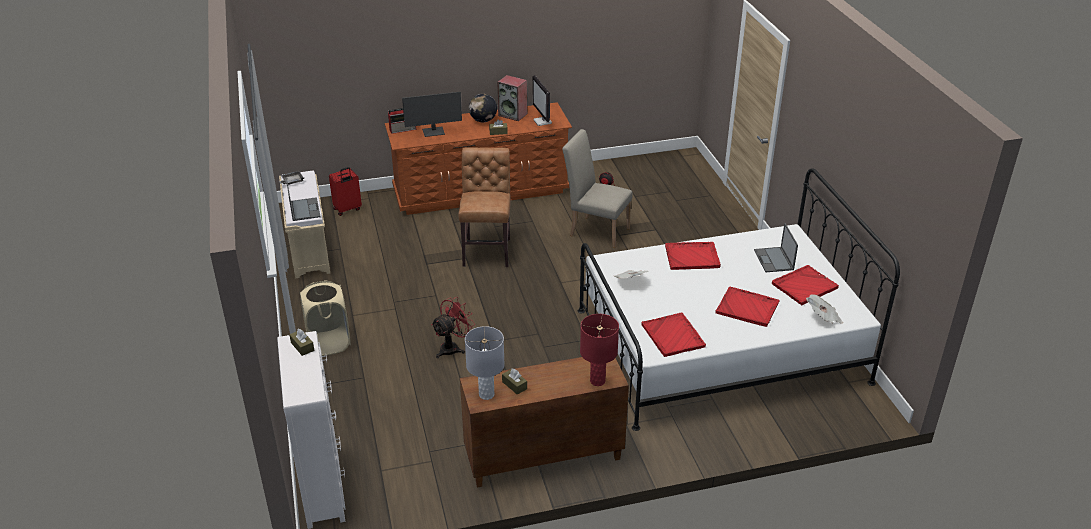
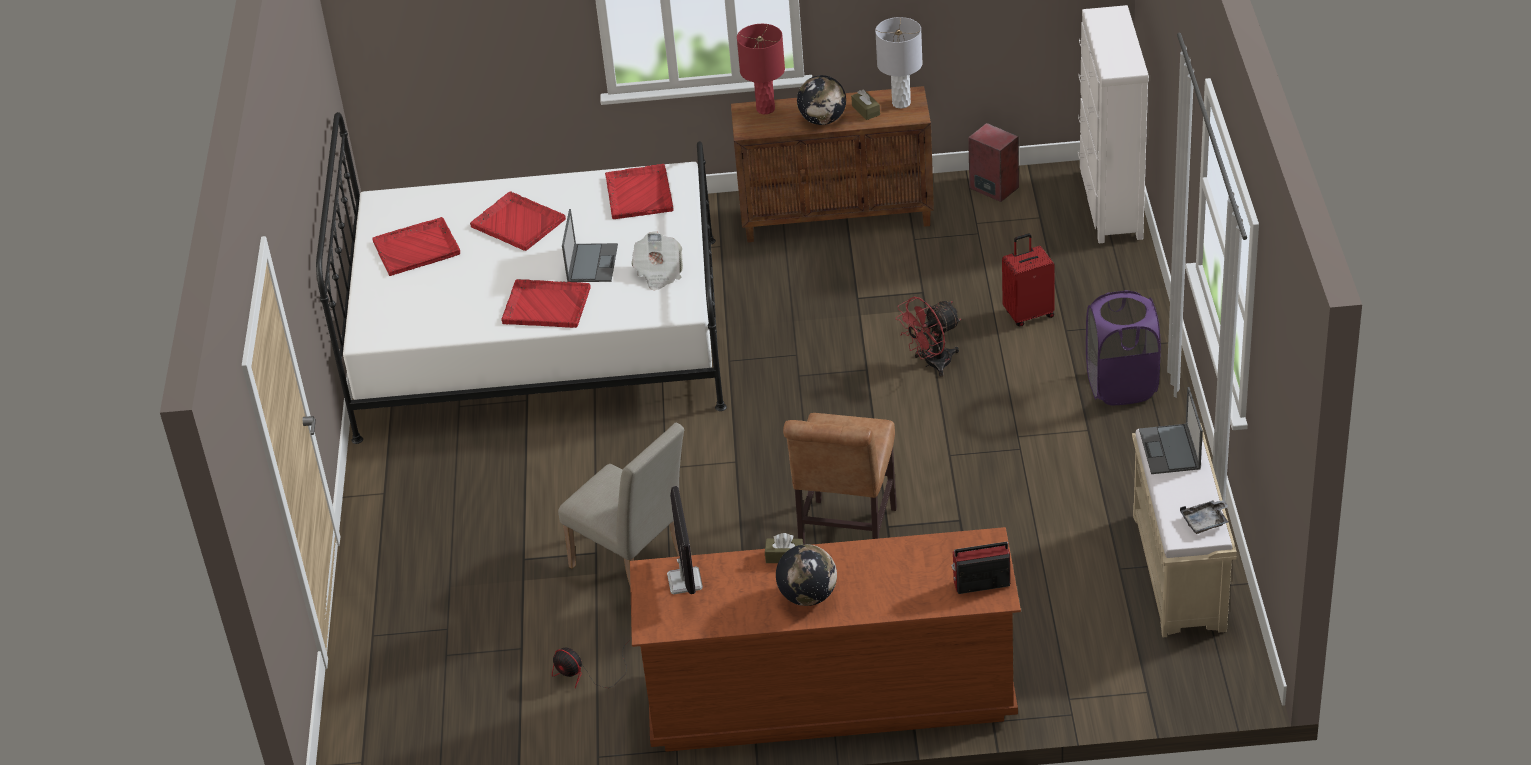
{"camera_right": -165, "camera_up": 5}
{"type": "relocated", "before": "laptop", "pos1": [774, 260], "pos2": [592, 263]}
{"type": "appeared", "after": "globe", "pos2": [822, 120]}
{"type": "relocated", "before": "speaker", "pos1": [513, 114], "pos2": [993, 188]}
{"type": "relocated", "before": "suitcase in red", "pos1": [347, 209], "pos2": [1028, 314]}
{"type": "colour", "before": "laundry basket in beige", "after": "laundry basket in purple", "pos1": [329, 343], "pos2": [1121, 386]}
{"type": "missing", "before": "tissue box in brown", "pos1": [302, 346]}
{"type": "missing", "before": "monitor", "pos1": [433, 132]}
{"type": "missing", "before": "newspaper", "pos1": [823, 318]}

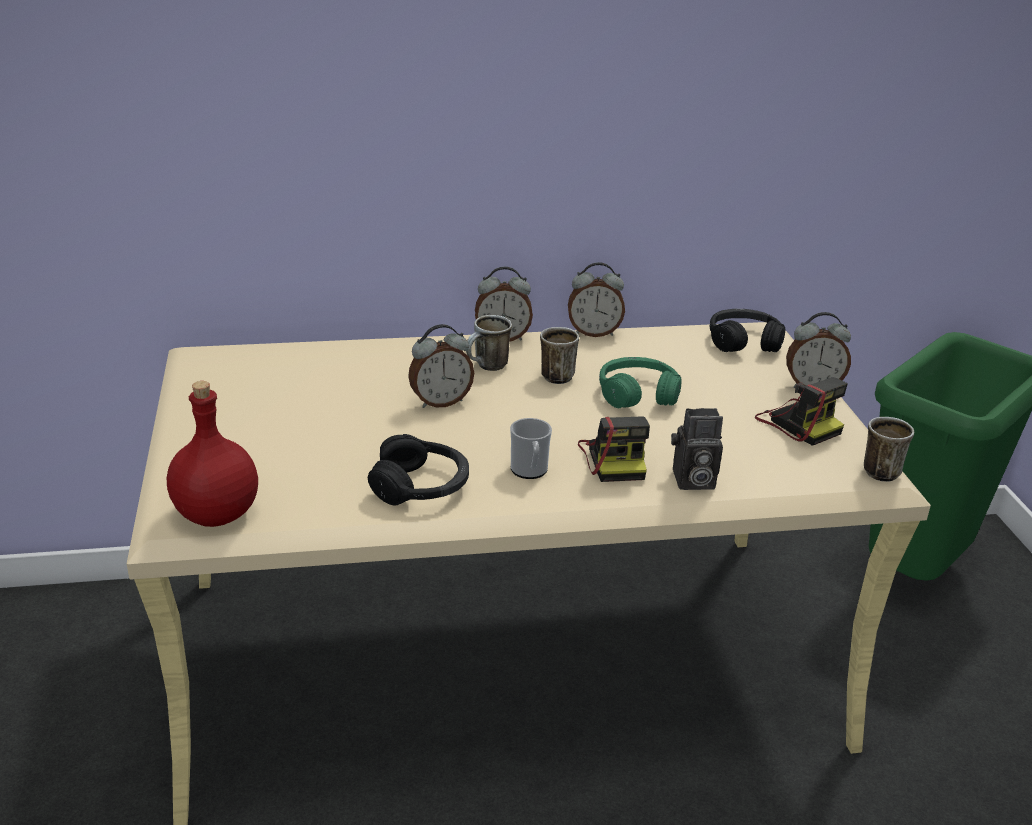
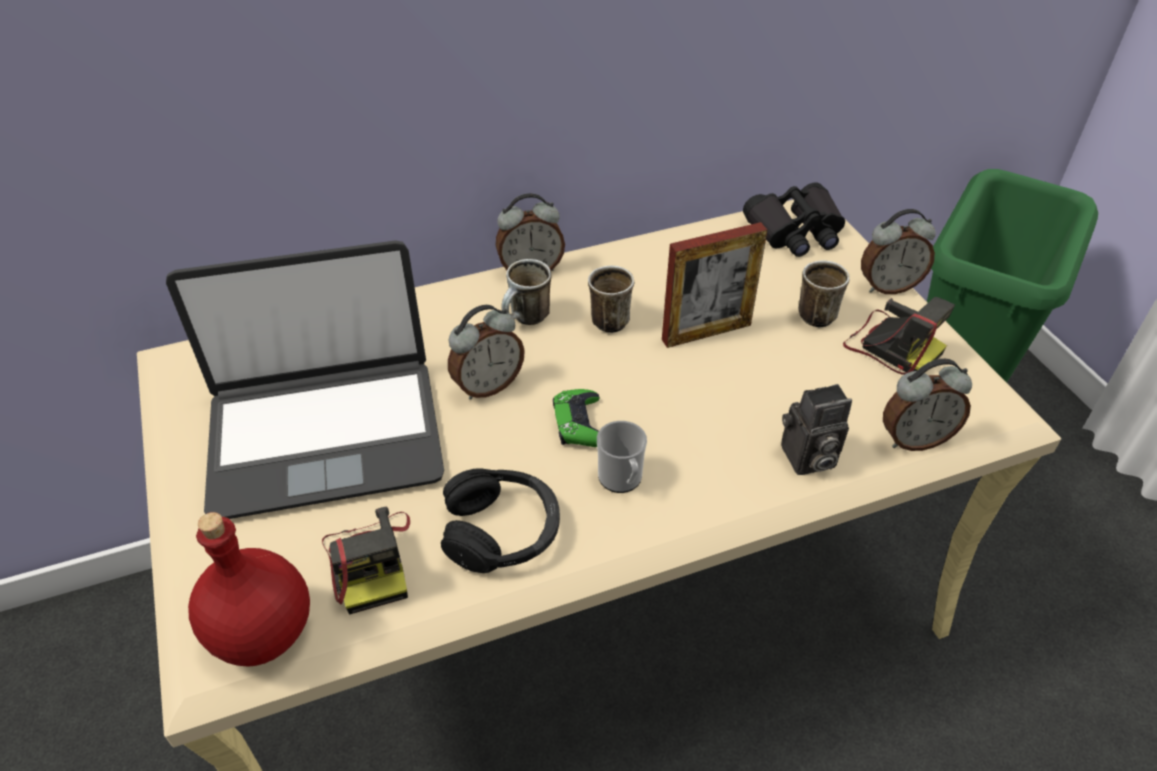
{"camera_right": -10, "camera_up": 15}
{"type": "appeared", "after": "laptop", "pos2": [325, 436]}
{"type": "relocated", "before": "photo camera", "pos1": [615, 459], "pos2": [371, 561]}
{"type": "appeared", "after": "game controller in green", "pos2": [580, 424]}
{"type": "exchanged", "before": "headphones in green", "after": "picture frame", "pos1": [637, 394], "pos2": [706, 332]}
{"type": "exchanged", "before": "headphones in black", "after": "binoculars in black", "pos1": [744, 342], "pos2": [795, 231]}
{"type": "relocated", "before": "mug", "pos1": [878, 469], "pos2": [813, 312]}
{"type": "relocated", "before": "alarm clock", "pos1": [594, 333], "pos2": [914, 439]}

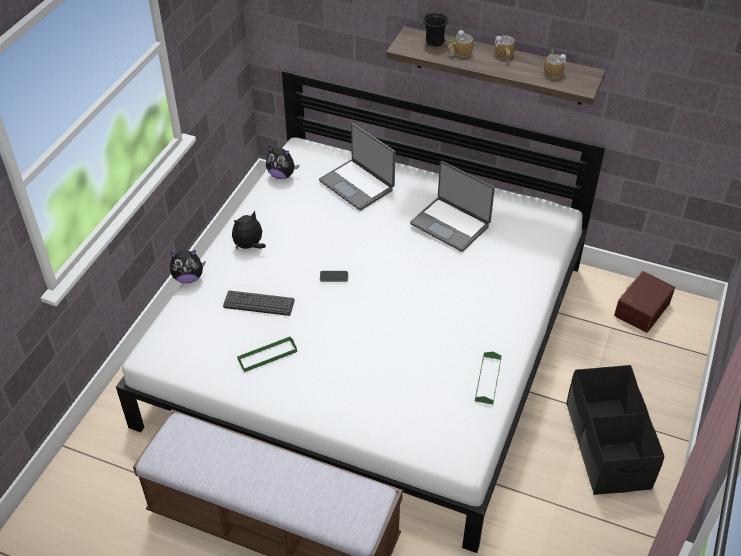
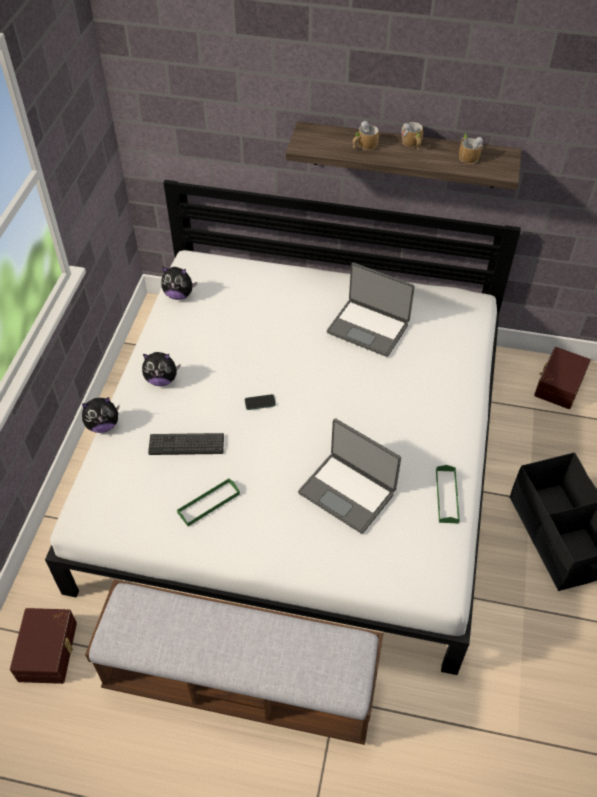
{"camera_right": -10, "camera_up": 5}
{"type": "appeared", "after": "storage box in brown", "pos2": [49, 651]}
{"type": "spun", "before": "plush toy", "pos1": [249, 246], "pos2": [162, 380], "turn": -135}
{"type": "relocated", "before": "laptop", "pos1": [357, 185], "pos2": [348, 492]}
{"type": "missing", "before": "mug in black", "pos1": [434, 41]}

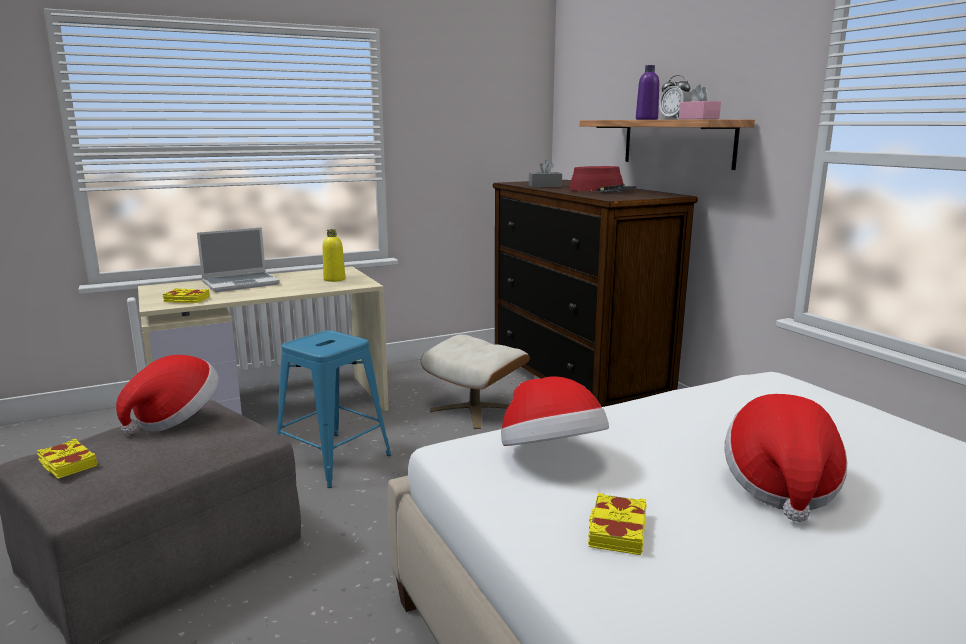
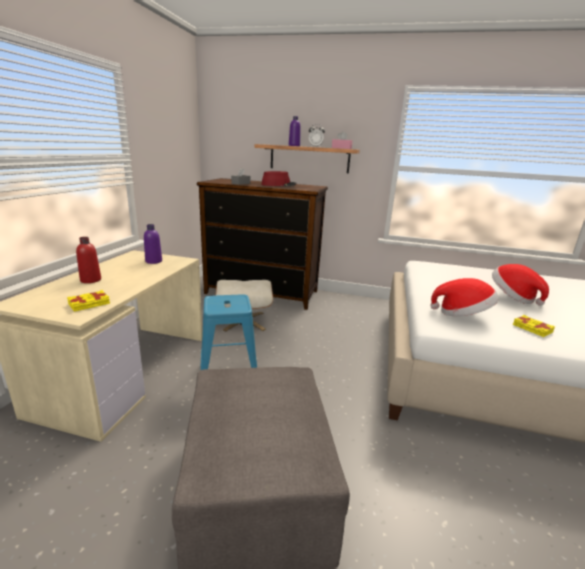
{"camera_right": -50, "camera_up": 5}
{"type": "exchanged", "before": "laptop", "after": "bottle in red", "pos1": [241, 283], "pos2": [91, 280]}
{"type": "colour", "before": "bottle in yellow", "after": "bottle in purple", "pos1": [334, 279], "pos2": [153, 261]}
{"type": "missing", "before": "book in yellow", "pos1": [67, 464]}
{"type": "missing", "before": "hat", "pos1": [175, 419]}

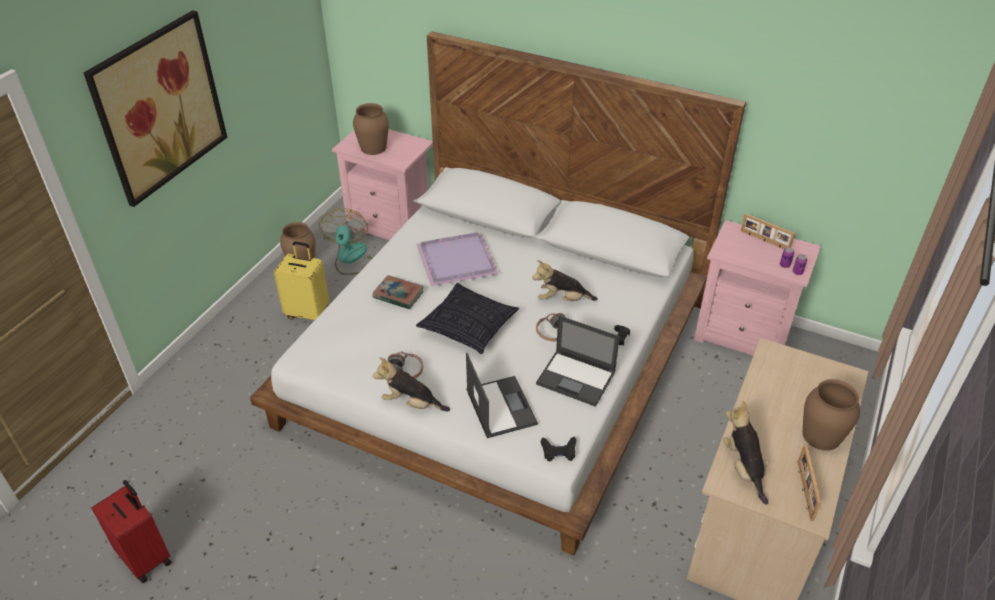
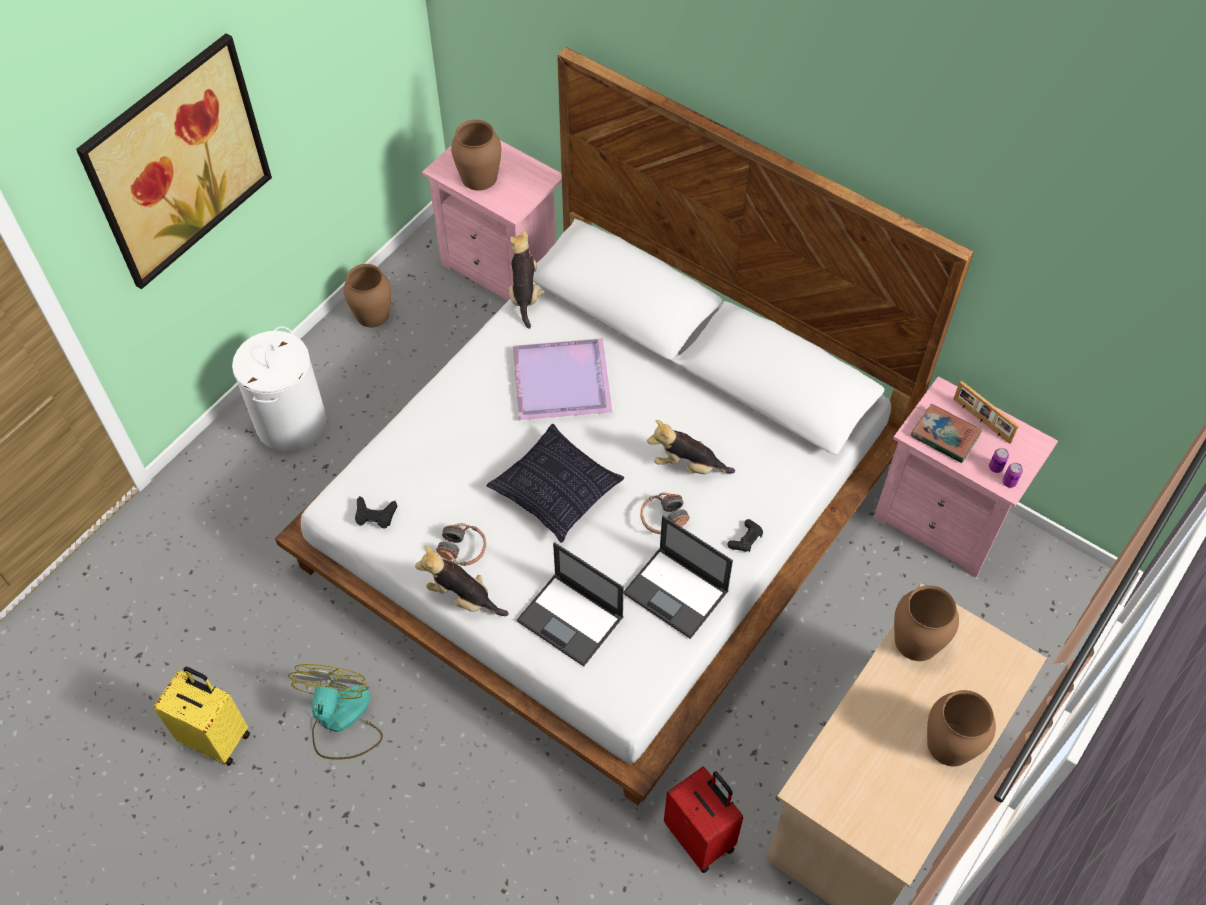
{"camera_right": 10, "camera_up": 15}
{"type": "relocated", "before": "suitcase in yellow", "pos1": [308, 313], "pos2": [217, 737]}
{"type": "appeared", "after": "laundry basket in white", "pos2": [291, 423]}
{"type": "relocated", "before": "fan", "pos1": [351, 259], "pos2": [341, 721]}
{"type": "relocated", "before": "game controller in black", "pos1": [559, 451], "pos2": [375, 515]}
{"type": "relocated", "before": "plush toy", "pos1": [743, 468], "pos2": [525, 294]}
{"type": "spun", "before": "laptop", "pos1": [500, 406], "pos2": [571, 619], "turn": 135}
{"type": "relocated", "before": "suitcase in red", "pos1": [146, 557], "pos2": [701, 836]}
{"type": "appeared", "after": "vase in brown", "pos2": [916, 641]}
{"type": "relocated", "before": "book", "pos1": [398, 295], "pos2": [945, 436]}
{"type": "missing", "before": "picture frame", "pos1": [804, 490]}

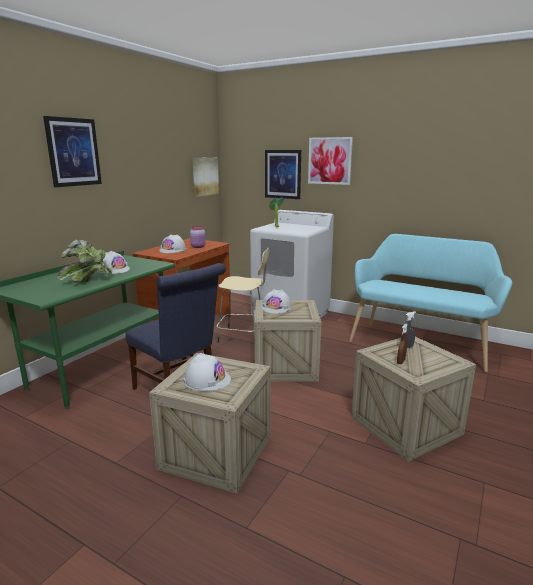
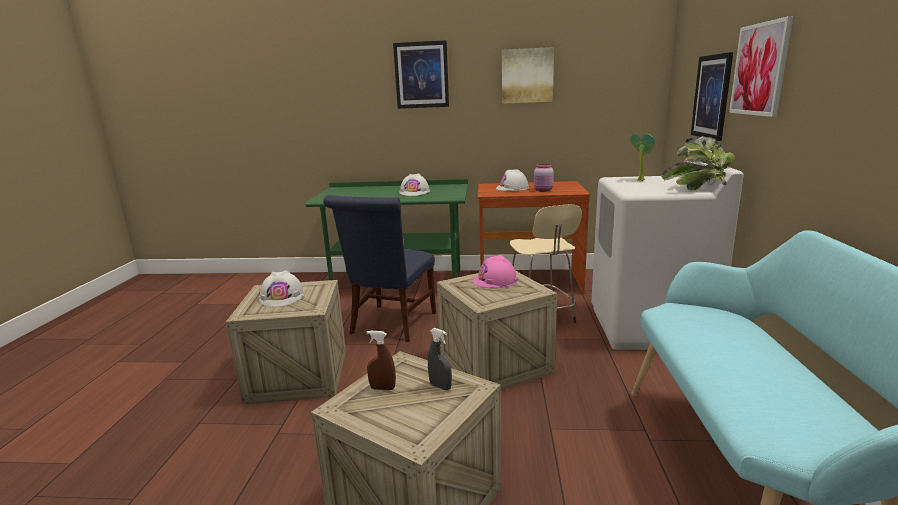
{"camera_right": 65, "camera_up": 0}
{"type": "colour", "before": "hard hat in white", "after": "hard hat in pink", "pos1": [276, 307], "pos2": [495, 280]}
{"type": "relocated", "before": "picture", "pos1": [205, 176], "pos2": [527, 76]}
{"type": "relocated", "before": "potted plant", "pos1": [87, 281], "pos2": [698, 189]}

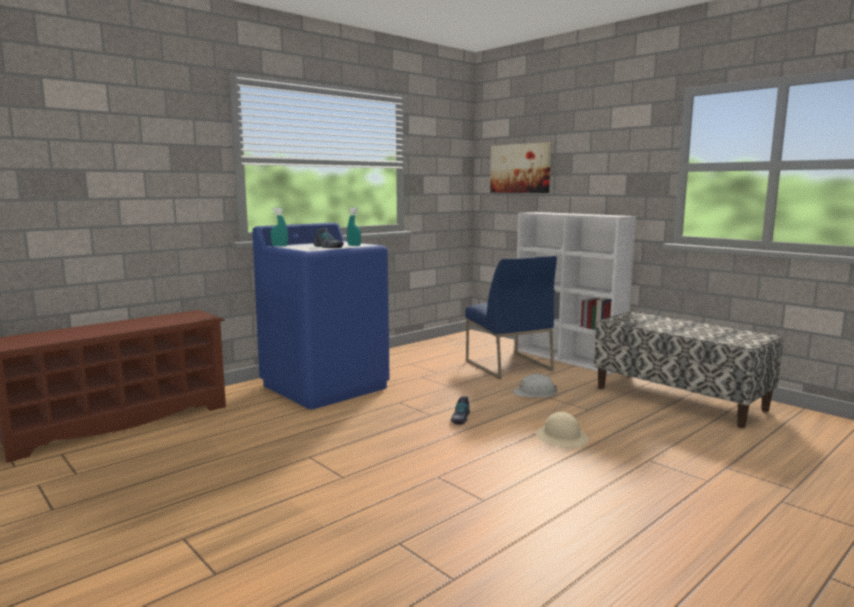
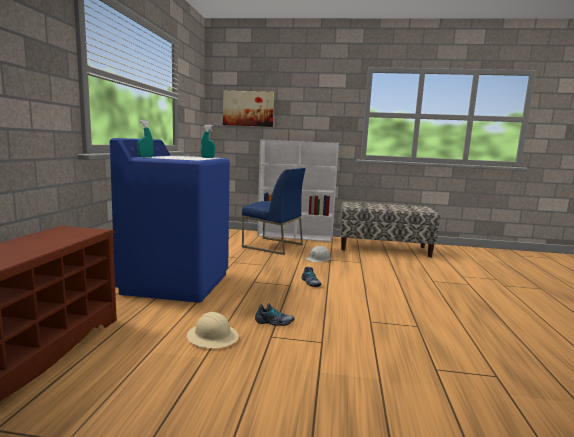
{"camera_right": -40, "camera_up": 0}
{"type": "relocated", "before": "hard hat in beige", "pos1": [562, 438], "pos2": [212, 337]}
{"type": "relocated", "before": "shoe", "pos1": [328, 247], "pos2": [274, 322]}

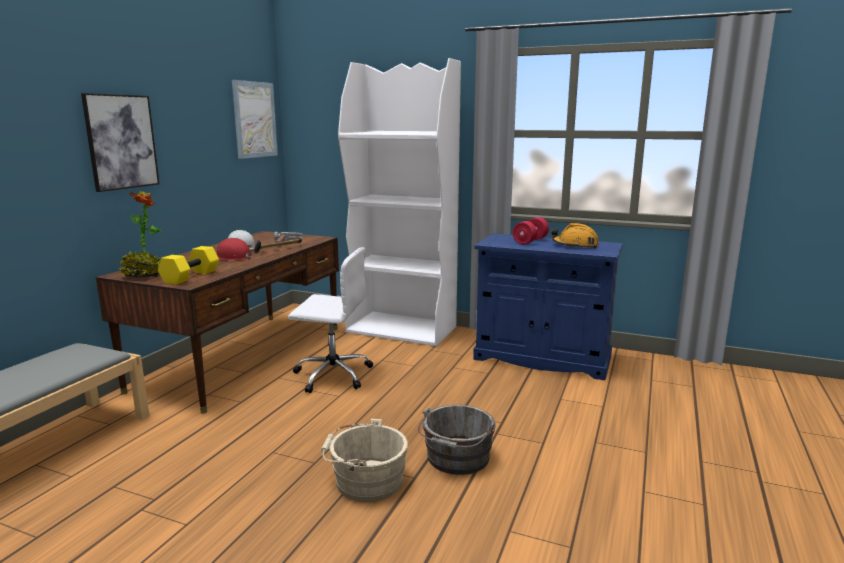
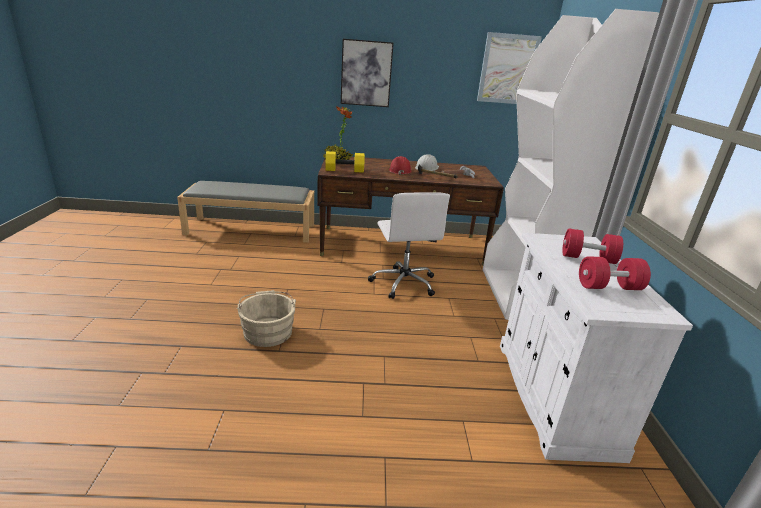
{"camera_right": 65, "camera_up": 10}
{"type": "colour", "before": "cabinet in blue", "after": "cabinet in white", "pos1": [542, 358], "pos2": [554, 396]}
{"type": "exchanged", "before": "hard hat in orange", "after": "dumbbell in red", "pos1": [575, 245], "pos2": [608, 287]}
{"type": "missing", "before": "bucket in grey", "pos1": [456, 459]}

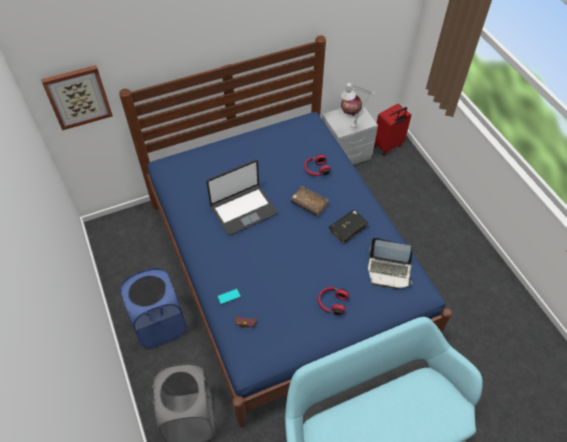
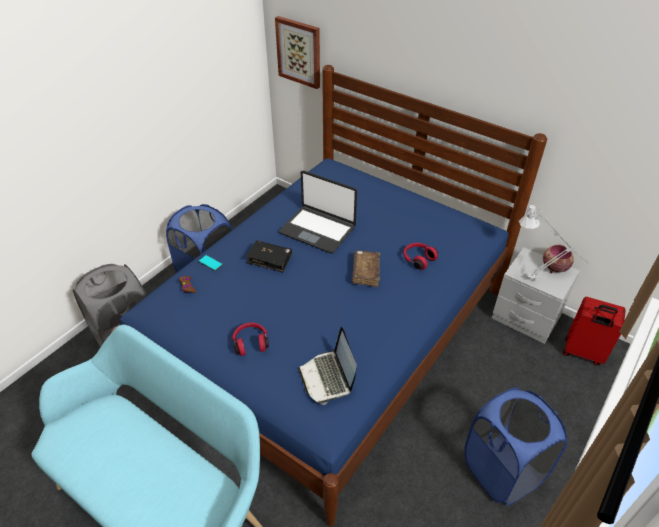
{"camera_right": 60, "camera_up": -10}
{"type": "relocated", "before": "book in black", "pos1": [348, 229], "pos2": [270, 259]}
{"type": "appeared", "after": "laundry basket in blue", "pos2": [502, 471]}

